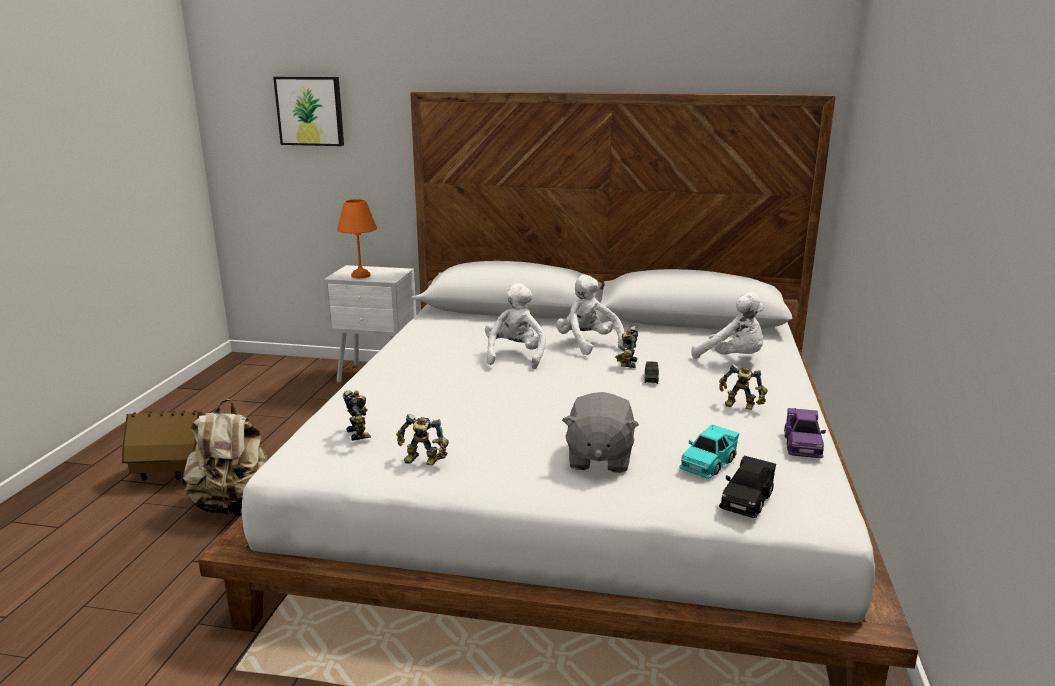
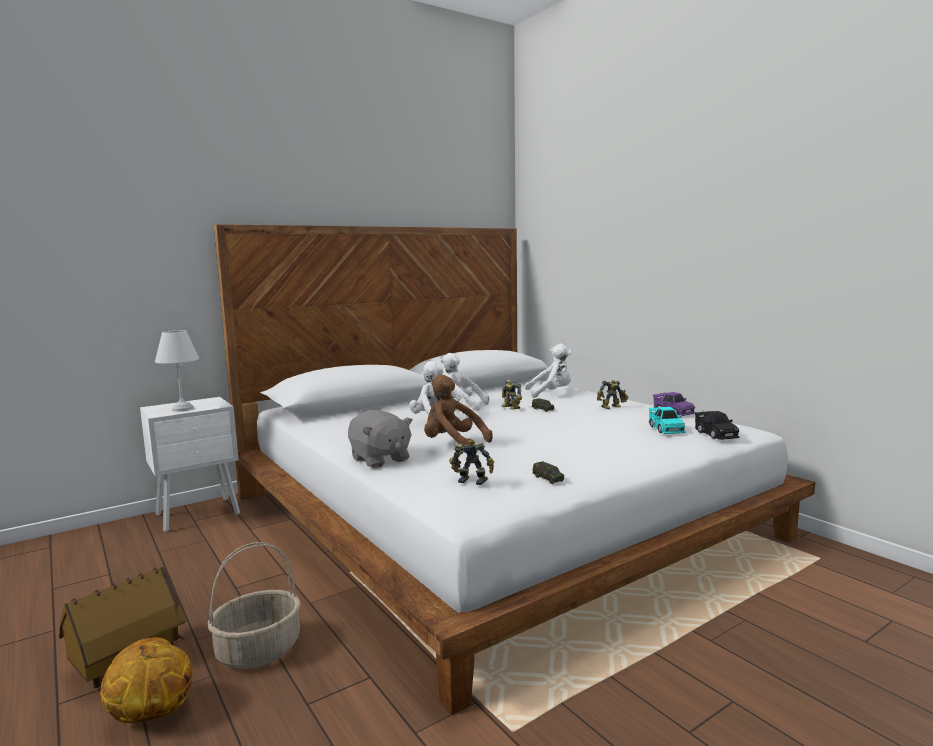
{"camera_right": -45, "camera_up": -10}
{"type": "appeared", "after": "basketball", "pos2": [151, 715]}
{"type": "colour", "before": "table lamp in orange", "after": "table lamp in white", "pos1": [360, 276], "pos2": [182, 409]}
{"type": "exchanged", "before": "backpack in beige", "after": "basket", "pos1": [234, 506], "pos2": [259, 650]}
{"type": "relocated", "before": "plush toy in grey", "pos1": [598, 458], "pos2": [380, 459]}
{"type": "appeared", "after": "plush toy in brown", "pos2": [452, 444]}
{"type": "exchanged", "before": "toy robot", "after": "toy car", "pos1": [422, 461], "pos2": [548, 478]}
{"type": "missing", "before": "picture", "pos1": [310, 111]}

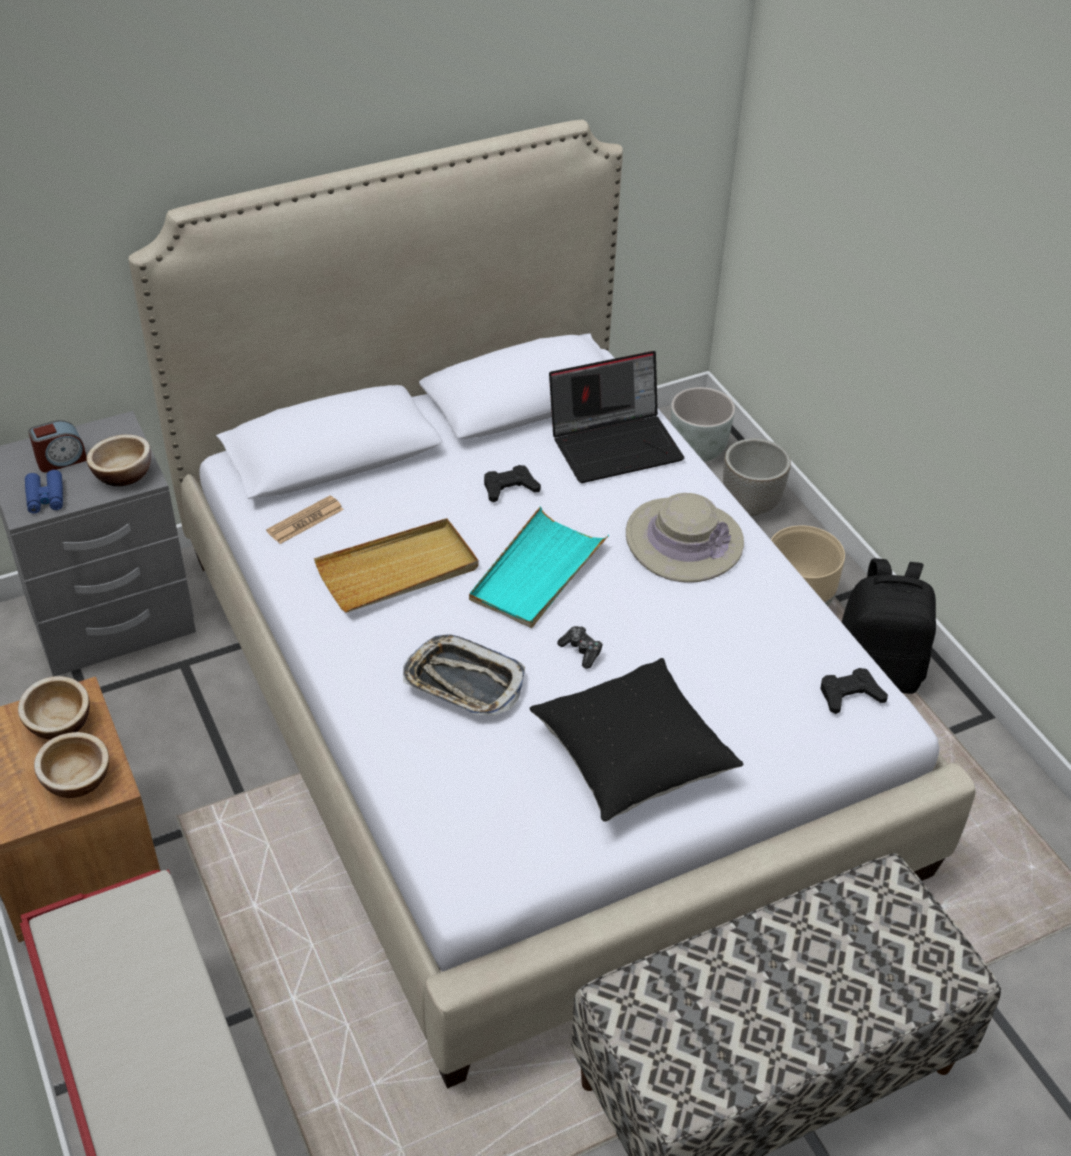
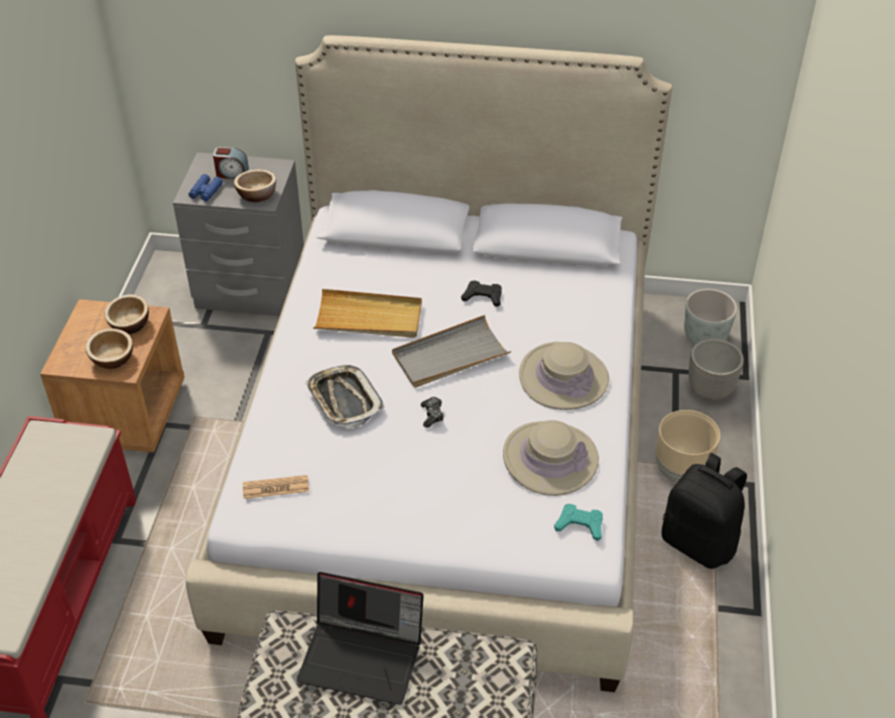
{"camera_right": 35, "camera_up": 0}
{"type": "relocated", "before": "newspaper", "pos1": [305, 520], "pos2": [276, 487]}
{"type": "relocated", "before": "laptop", "pos1": [616, 444], "pos2": [363, 656]}
{"type": "colour", "before": "tray in turquoise", "after": "tray in grey", "pos1": [537, 572], "pos2": [450, 356]}
{"type": "appeared", "after": "hat in beige", "pos2": [550, 458]}
{"type": "colour", "before": "game controller in black", "after": "game controller in turquoise", "pos1": [850, 695], "pos2": [580, 525]}
{"type": "missing", "before": "pillow in black", "pos1": [632, 758]}

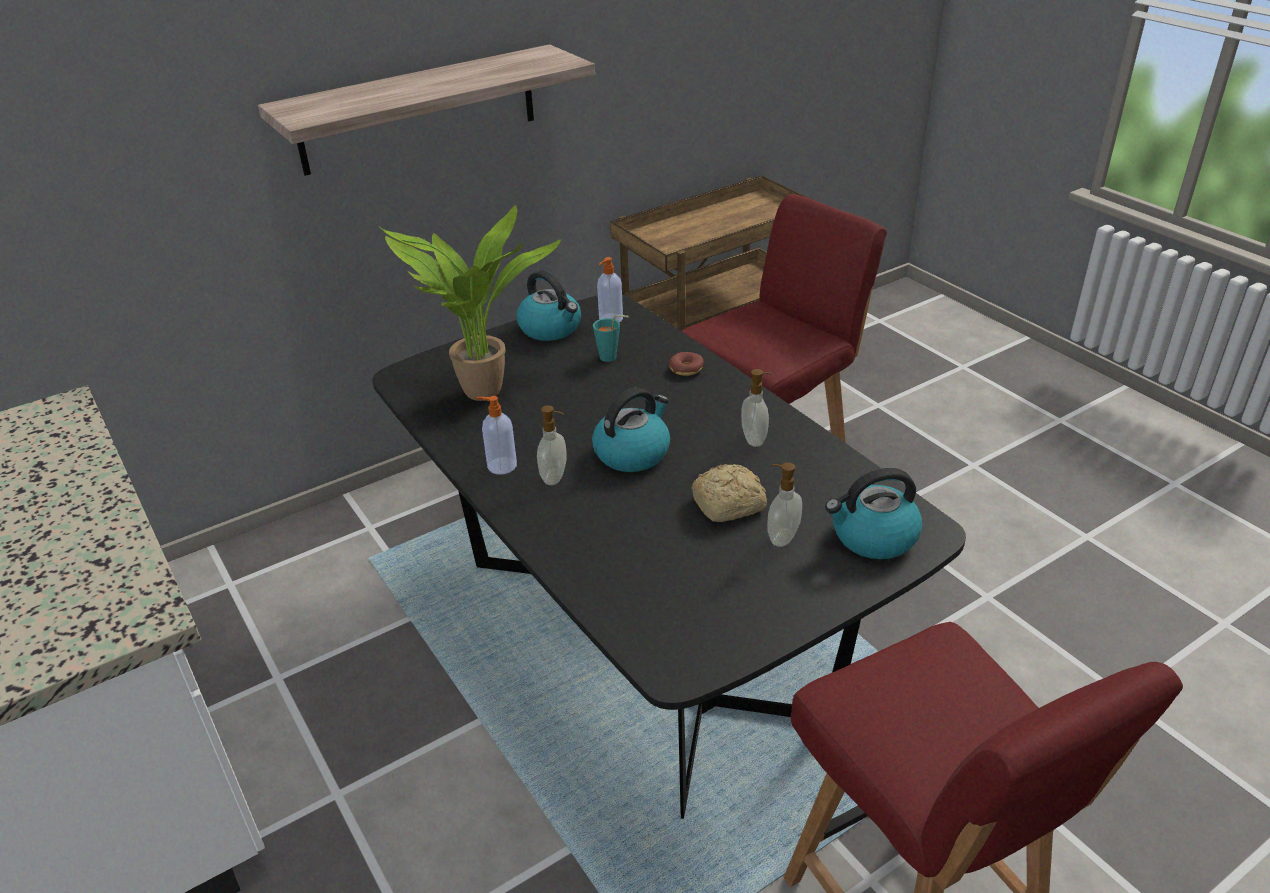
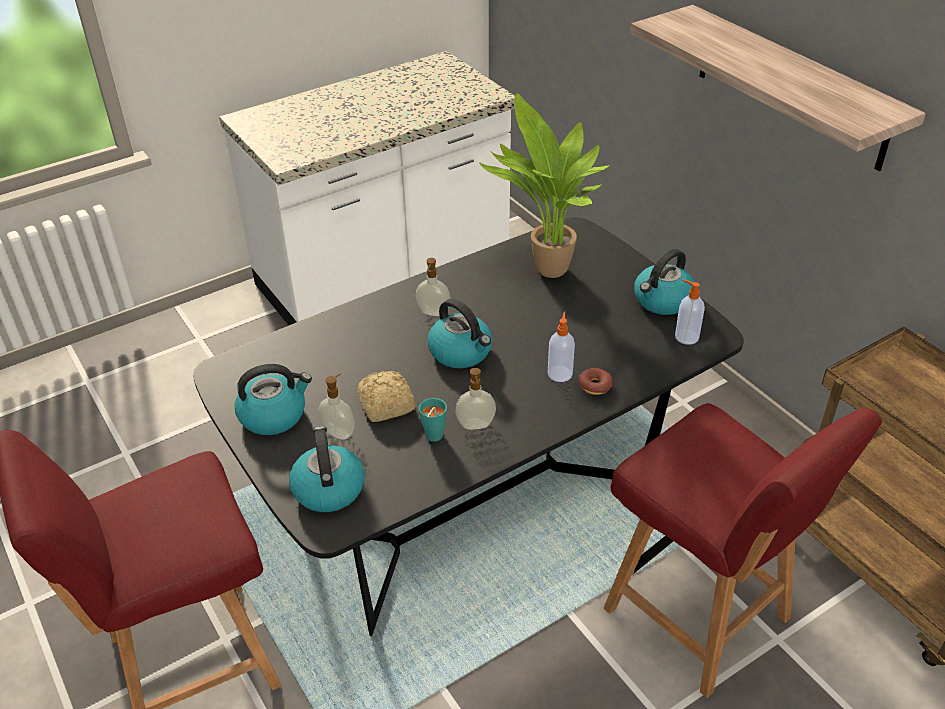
{"camera_right": 90, "camera_up": 5}
{"type": "appeared", "after": "kettle", "pos2": [274, 415]}
{"type": "relocated", "before": "cup in turquoise", "pos1": [611, 358], "pos2": [432, 438]}
{"type": "relocated", "before": "soap dispenser", "pos1": [501, 466], "pos2": [560, 373]}

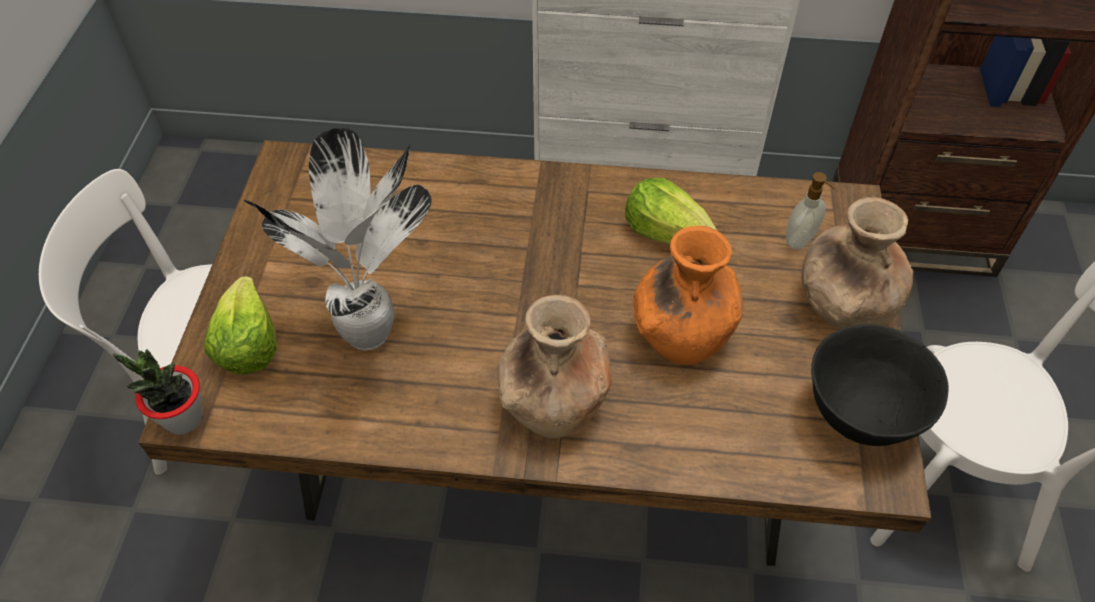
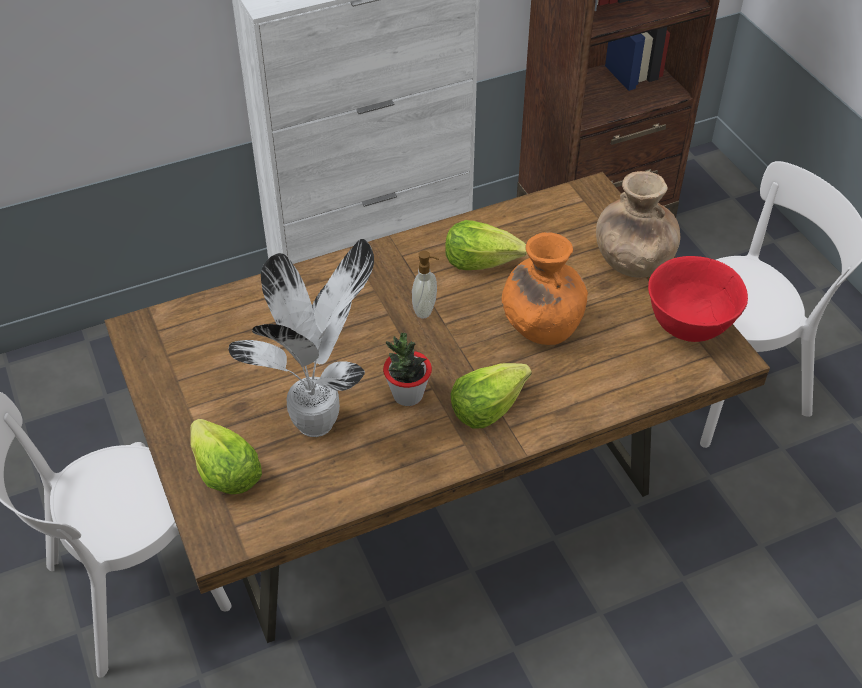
{"camera_right": -30, "camera_up": -5}
{"type": "relocated", "before": "potted plant", "pos1": [183, 418], "pos2": [407, 395]}
{"type": "relocated", "before": "soap dispenser", "pos1": [800, 240], "pos2": [425, 309]}
{"type": "exchanged", "before": "vase in brown", "after": "lettuce", "pos1": [554, 401], "pos2": [487, 406]}
{"type": "colour", "before": "bowl in black", "after": "bowl in red", "pos1": [861, 415], "pos2": [690, 325]}

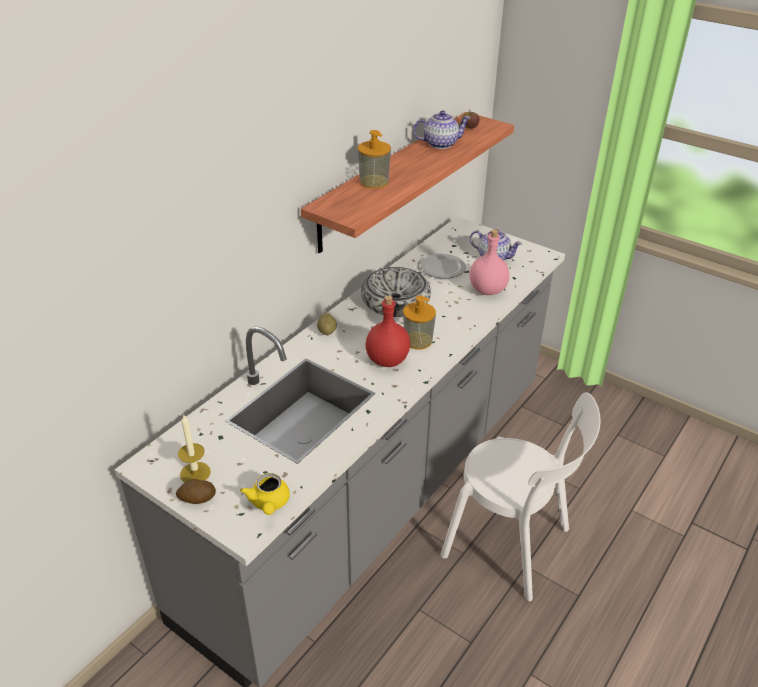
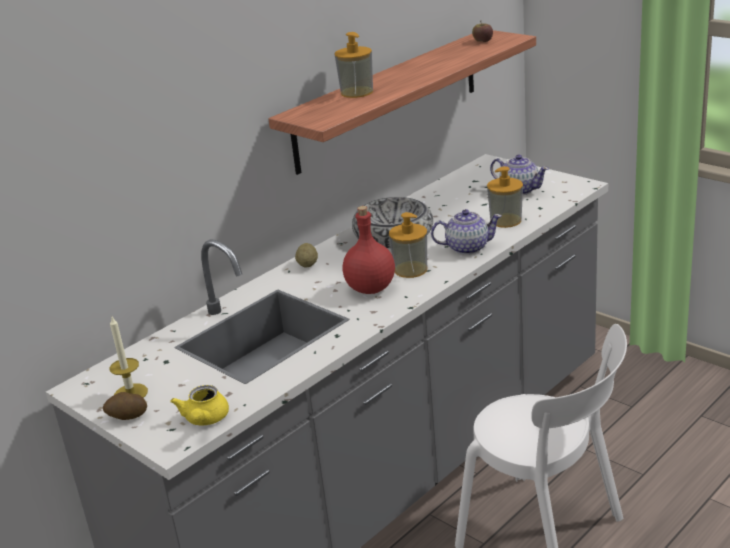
{"camera_right": 10, "camera_up": -10}
{"type": "relocated", "before": "teapot", "pos1": [440, 144], "pos2": [466, 247]}
{"type": "exchanged", "before": "bottle in pink", "after": "soap dispenser", "pos1": [488, 290], "pos2": [505, 220]}
{"type": "missing", "before": "plate", "pos1": [443, 268]}

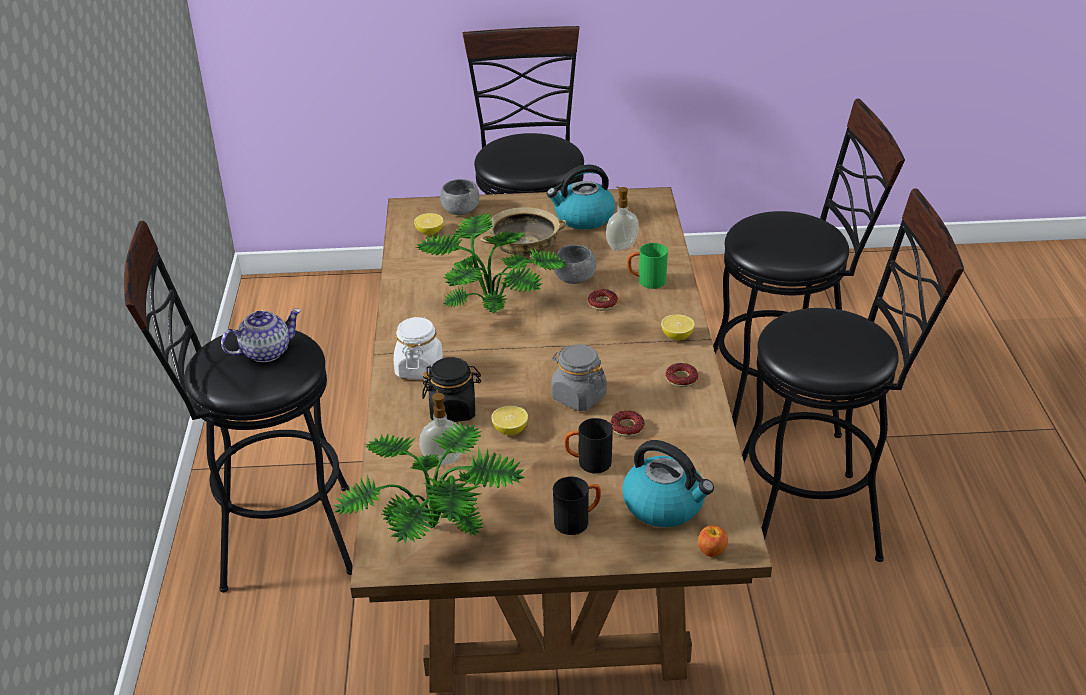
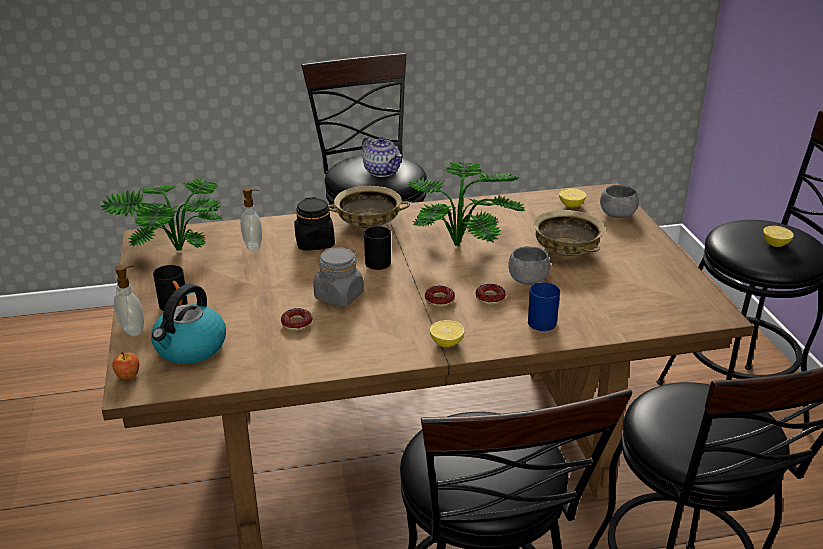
{"camera_right": 80, "camera_up": -5}
{"type": "relocated", "before": "soap dispenser", "pos1": [621, 246], "pos2": [133, 330]}
{"type": "exchanged", "before": "jar in white", "after": "bowl in beige", "pos1": [419, 368], "pos2": [367, 224]}
{"type": "relocated", "before": "mug in black", "pos1": [588, 463], "pos2": [377, 261]}
{"type": "relocated", "before": "donut", "pos1": [681, 379], "pos2": [439, 300]}
{"type": "colour", "before": "mug in green", "after": "mug in blue", "pos1": [646, 282], "pos2": [540, 320]}
{"type": "relocated", "before": "lemon", "pos1": [510, 430], "pos2": [775, 244]}
{"type": "missing", "before": "kettle", "pos1": [583, 218]}

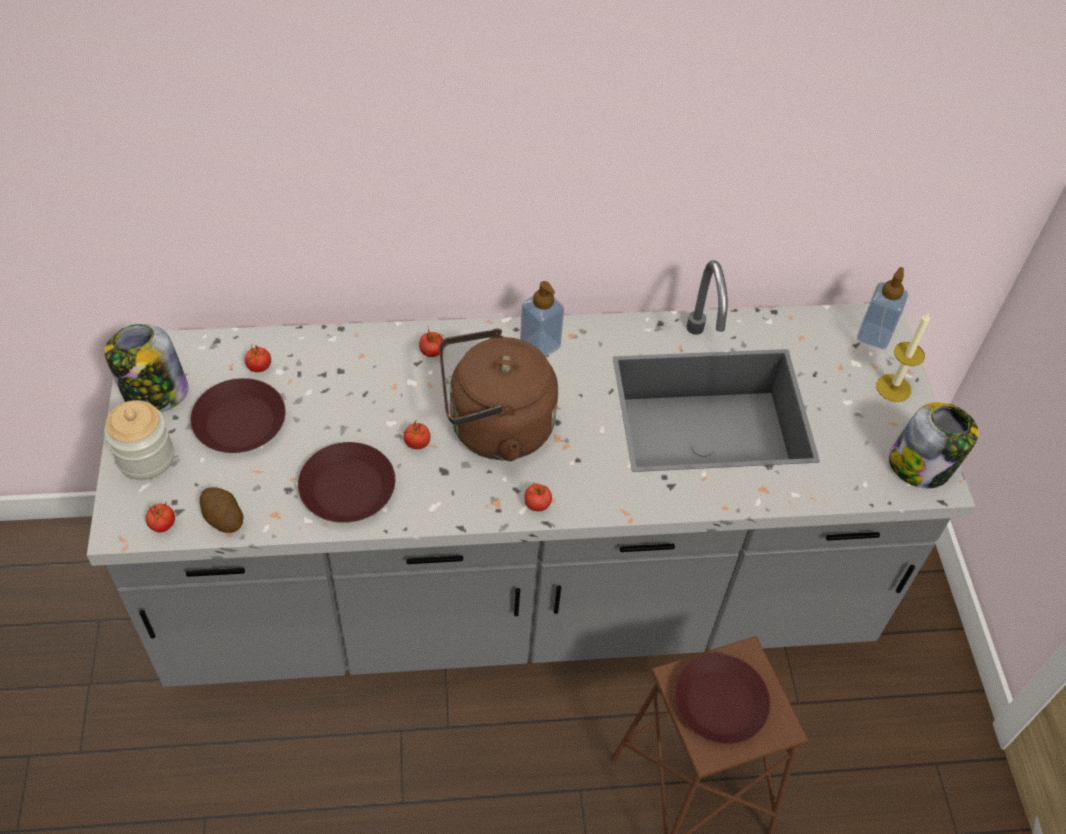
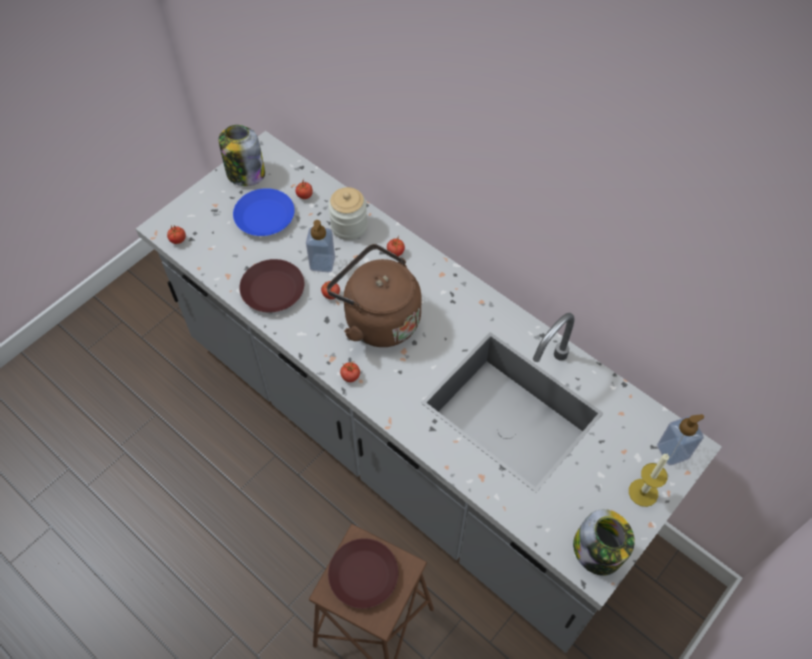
{"camera_right": 50, "camera_up": 5}
{"type": "colour", "before": "plate in brown", "after": "plate in blue", "pos1": [240, 423], "pos2": [264, 217]}
{"type": "relocated", "before": "soap dispenser", "pos1": [540, 345], "pos2": [322, 263]}
{"type": "relocated", "before": "jar", "pos1": [146, 458], "pos2": [349, 226]}
{"type": "missing", "before": "potato", "pos1": [223, 518]}

